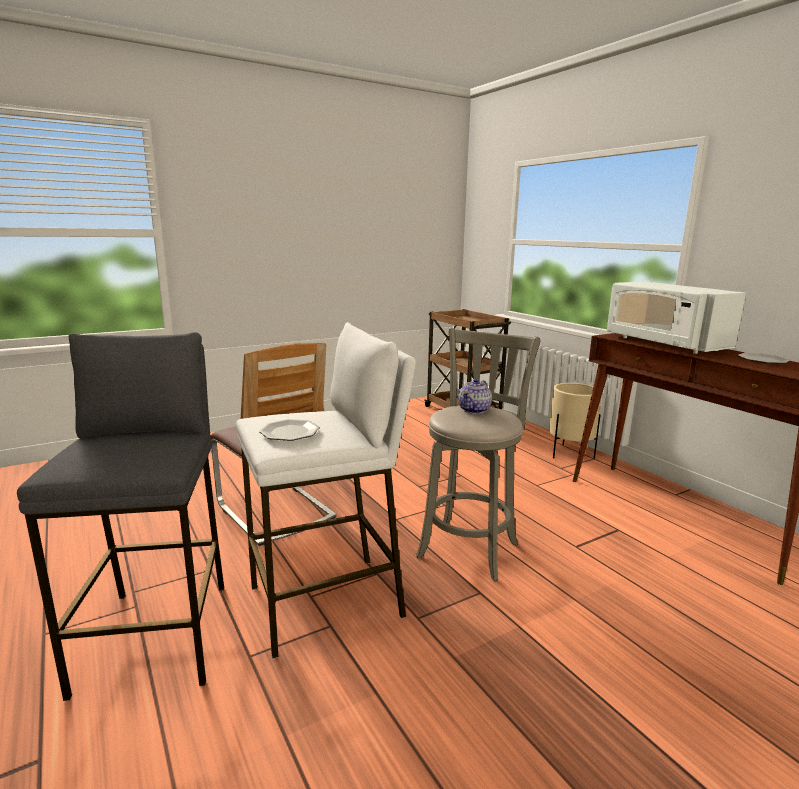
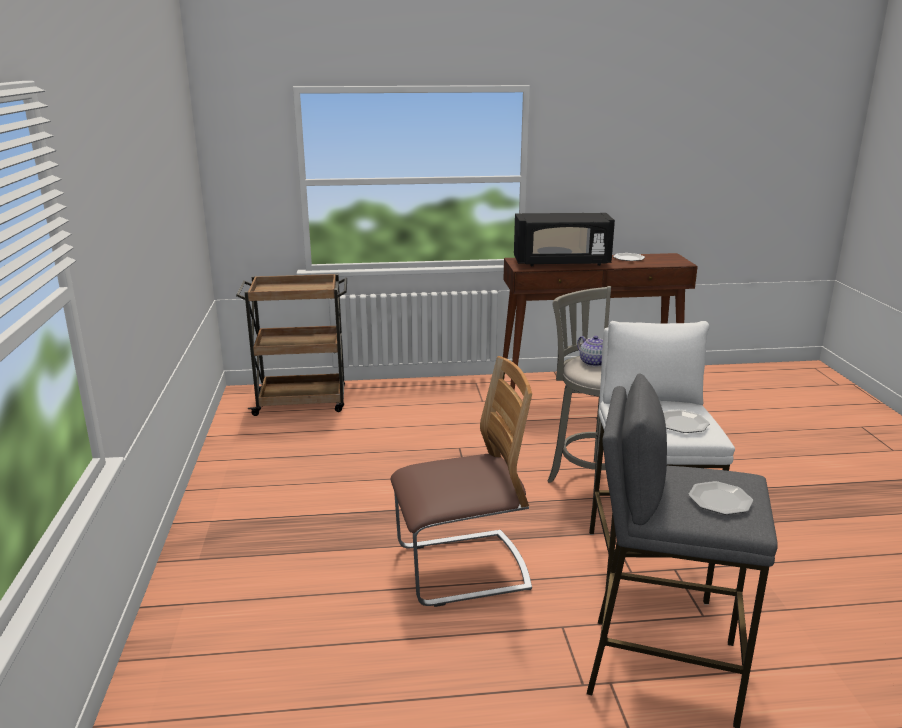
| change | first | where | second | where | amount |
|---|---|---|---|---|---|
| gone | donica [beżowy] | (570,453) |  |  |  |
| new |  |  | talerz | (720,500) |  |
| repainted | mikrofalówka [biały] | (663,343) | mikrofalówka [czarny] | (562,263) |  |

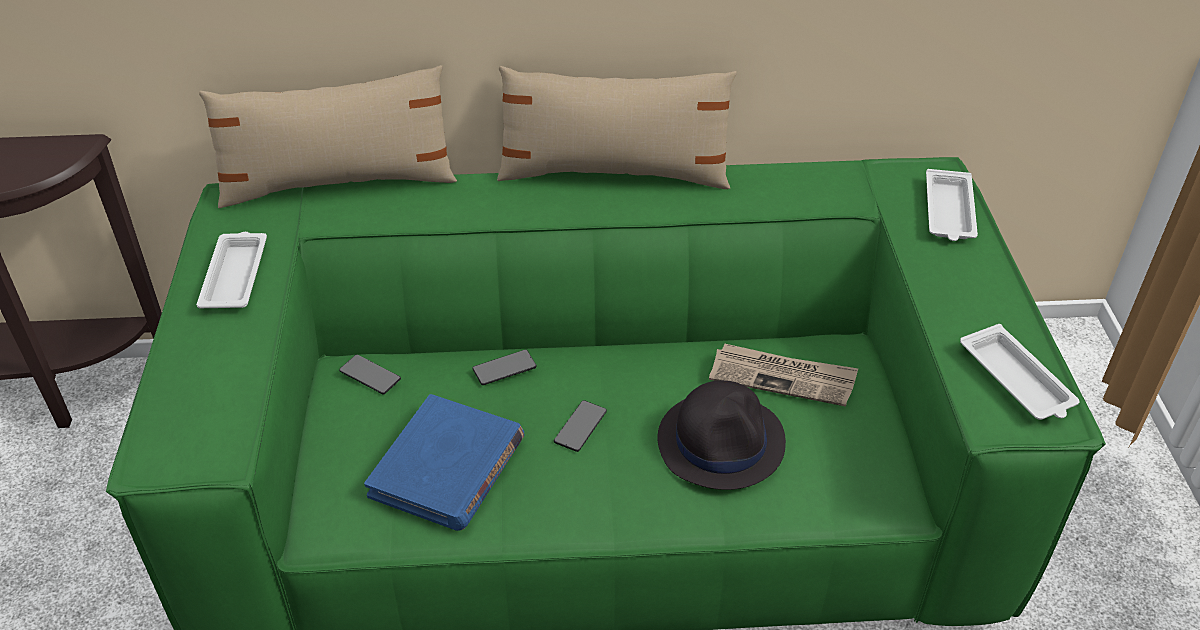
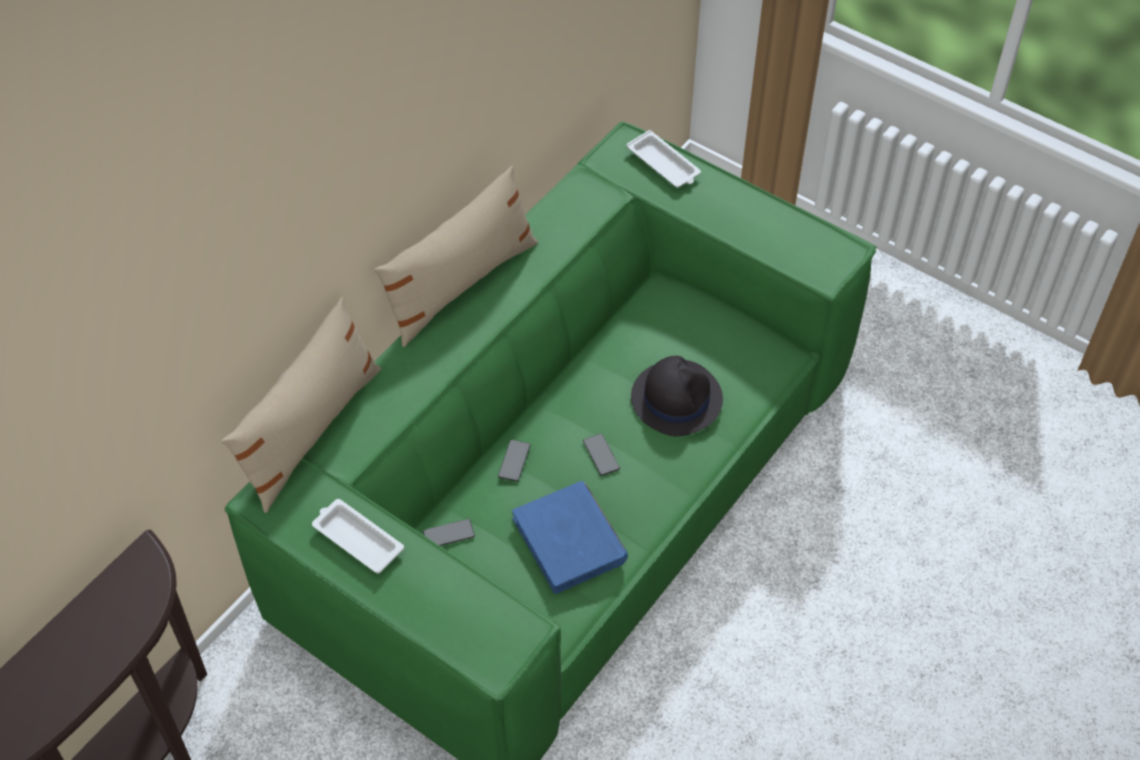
| change | first | where | second | where | amount |
|---|---|---|---|---|---|
| gone | gazeta | (783,377) |  |  |  |
| gone | taca [biały] | (1017,380) |  |  |  |

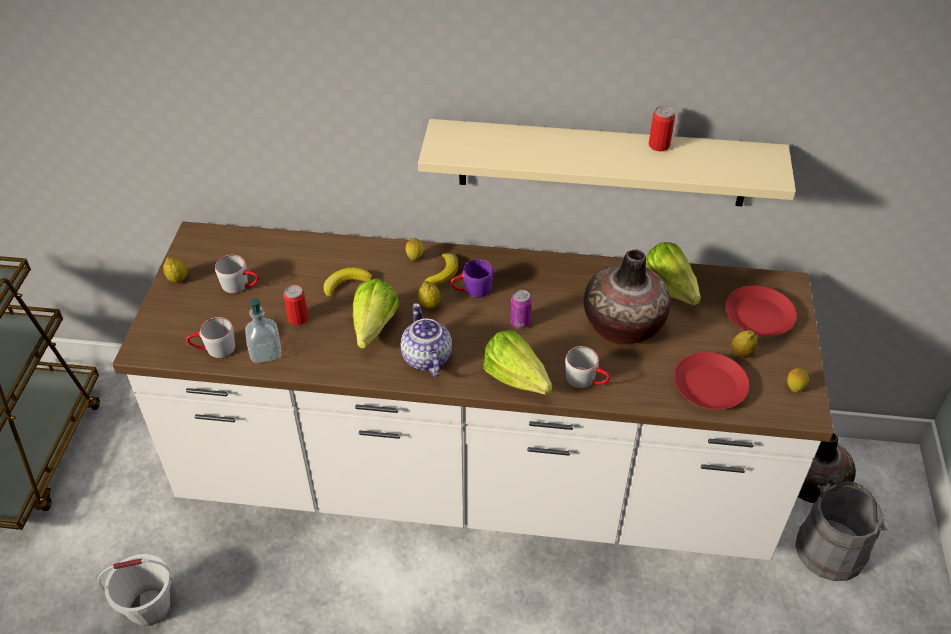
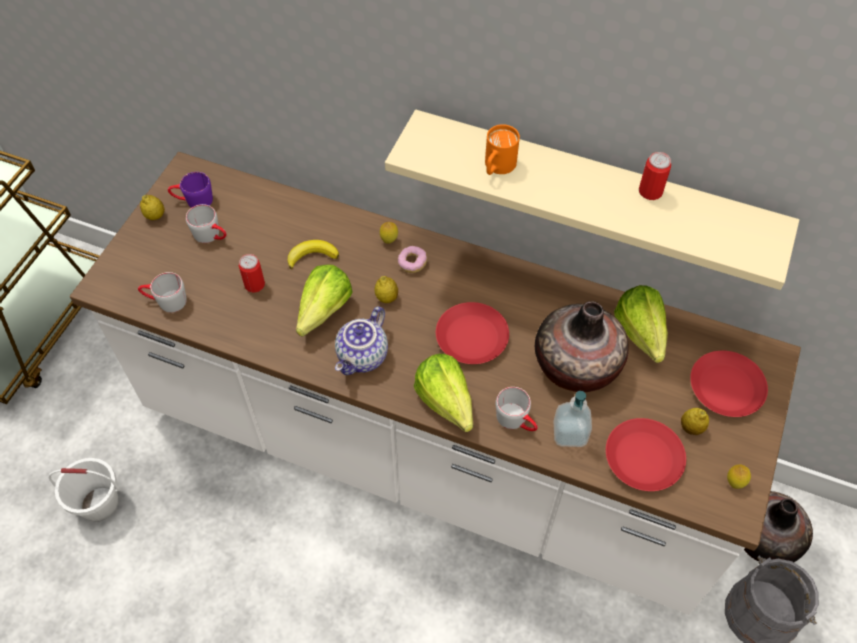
| change | first | where | second | where | amount |
|---|---|---|---|---|---|
| new |  |  | kubek [pomarańczowy] | (497,167) |  |
| shifted | dozownik mydła | (266,352) |  | (570,433) |  |
| shifted | kubek [fioletowy] | (471,290) |  | (193,201) |  |
| swapped | banan | (443,272) | donut | (412,263) |  |
| swapped | puszka | (520,322) | talerz [czerwony] | (471,338) |  |
| rotated | imbryk | (425,358) |  | (363,357) | 150 degrees counterclockwise |

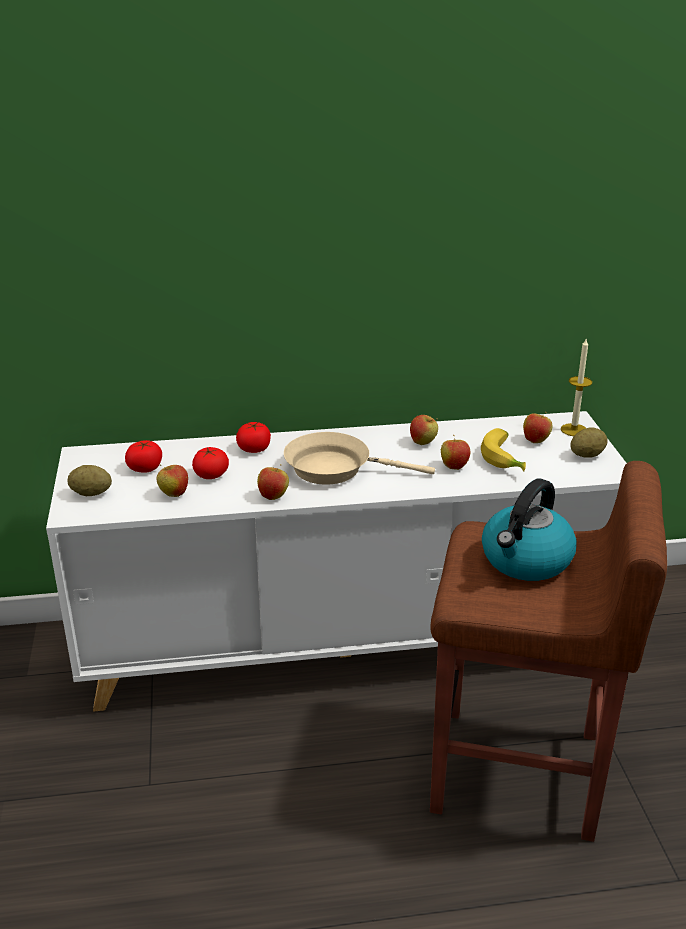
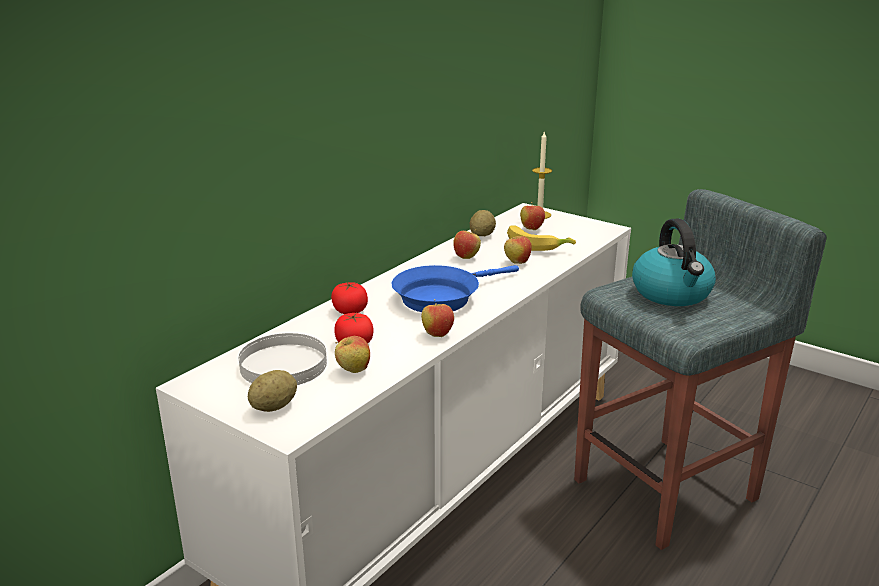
| change | first | where | second | where | amount |
|---|---|---|---|---|---|
| shifted | ziemniak | (587,455) |  | (482,235) |  |
| swapped | pomidor | (145,468) | talerz [biały] | (283,365) |  |
| repainted | patelnia [beżowy] | (335,468) | patelnia [niebieski] | (442,297) |  |
| repainted | stołek [brązowy] | (519,773) | stołek [szary] | (667,488) |  |

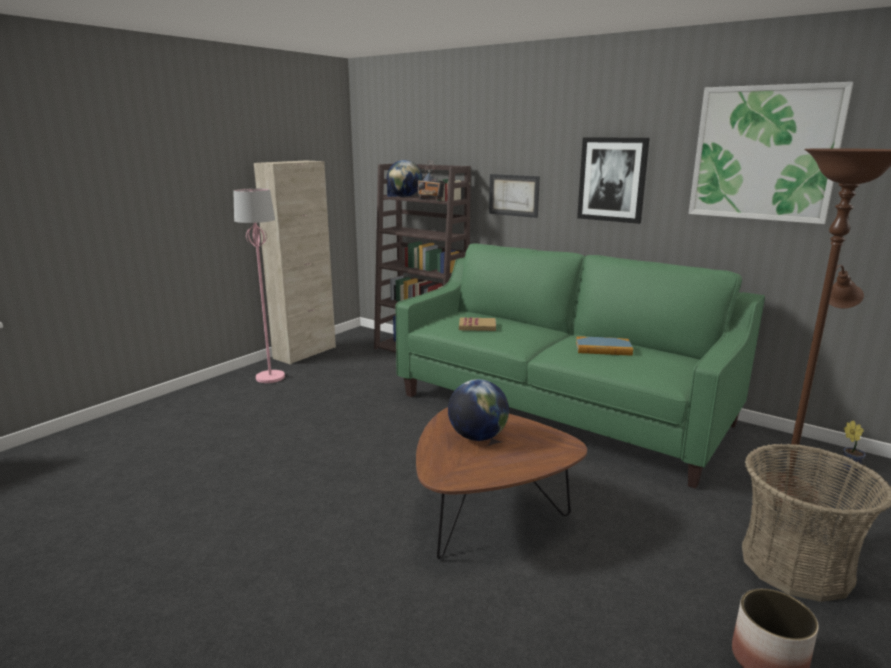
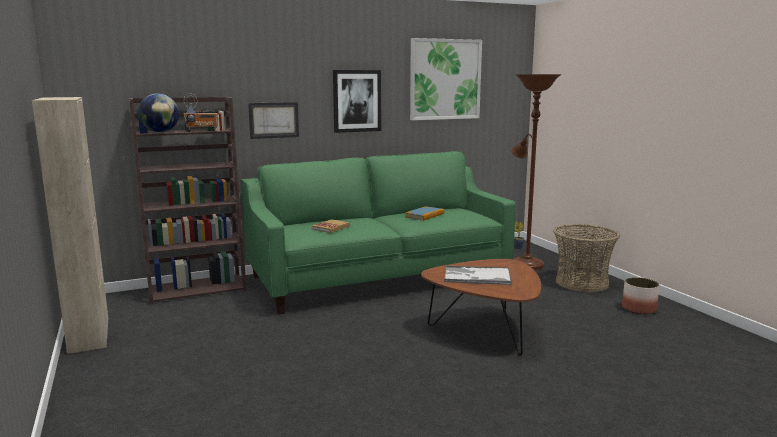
| change | first | where | second | where | amount |
|---|---|---|---|---|---|
| gone | lampa stojąca [różowy] | (270,377) |  |  |  |
| swapped | globus | (477,437) | taca | (476,276) |  |

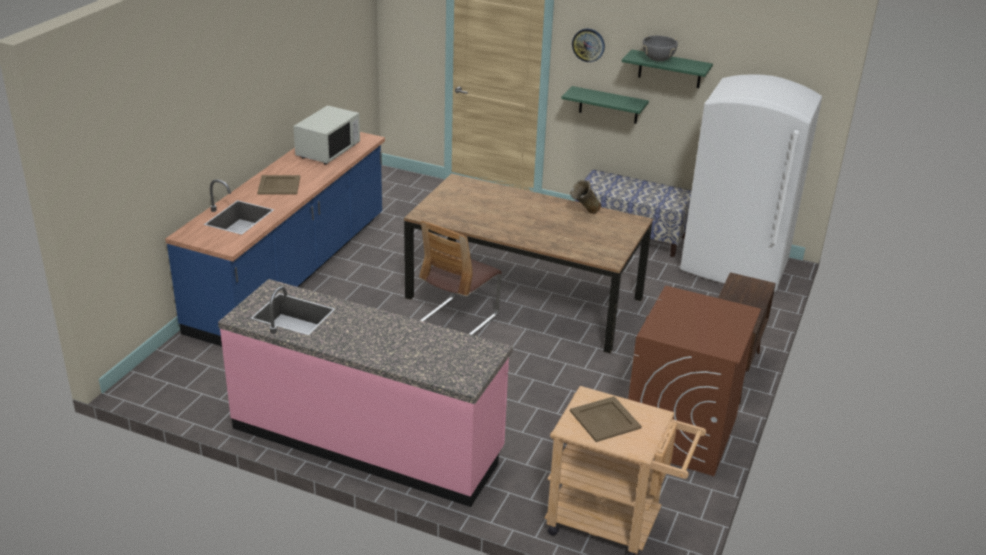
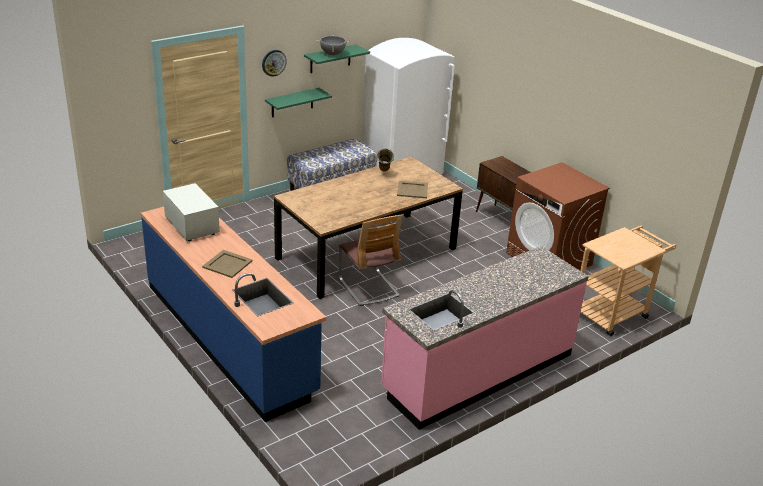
| change | first | where | second | where | amount |
|---|---|---|---|---|---|
| shifted | taca [beżowy] | (604,419) |  | (412,190) |  |

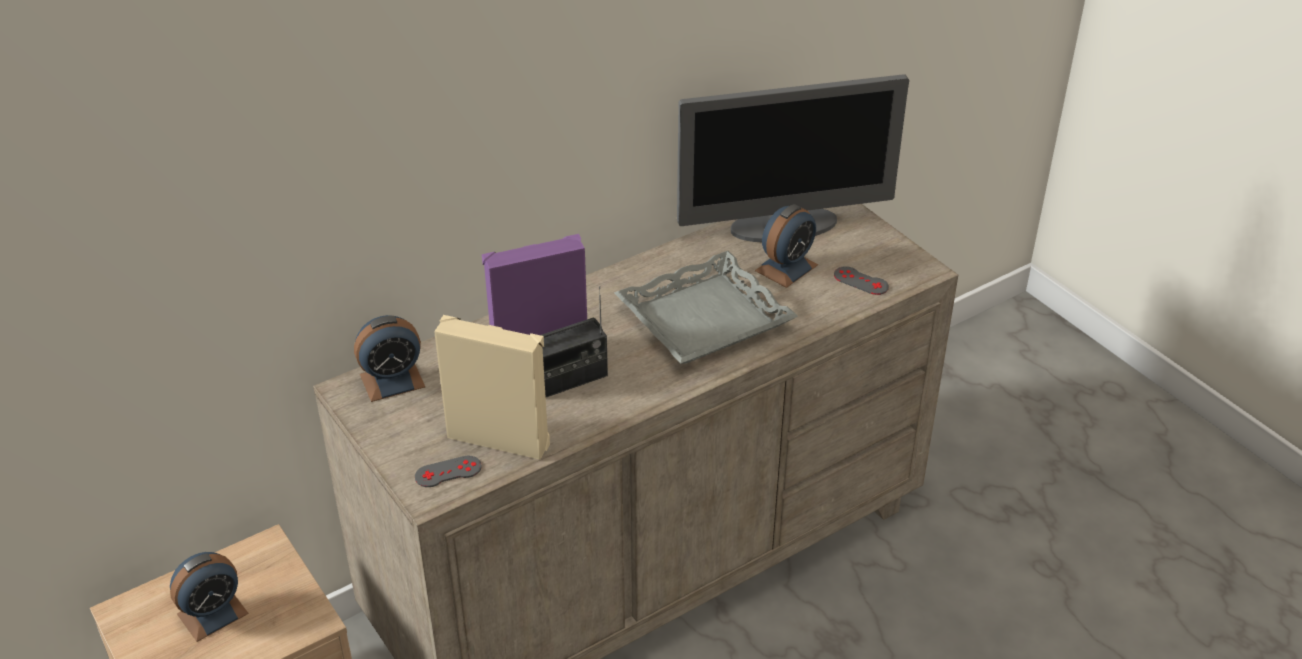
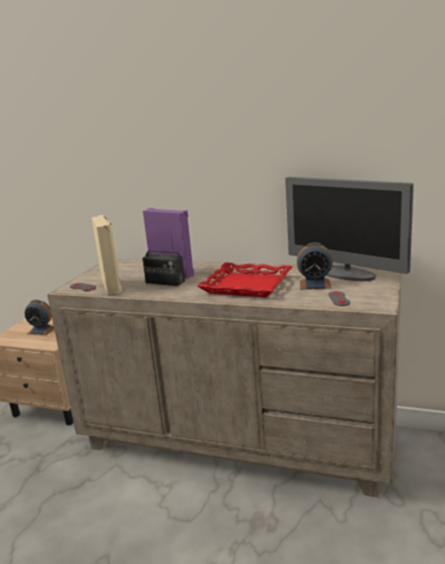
| change | first | where | second | where | amount |
|---|---|---|---|---|---|
| gone | budzik | (392,380) |  |  |  |
| repainted | taca [szary] | (705,319) | taca [czerwony] | (246,286) |  |

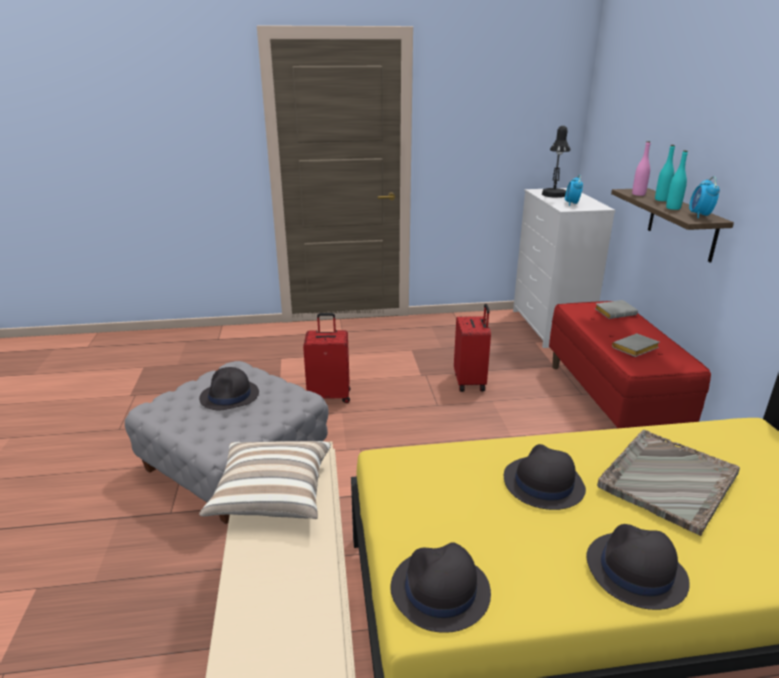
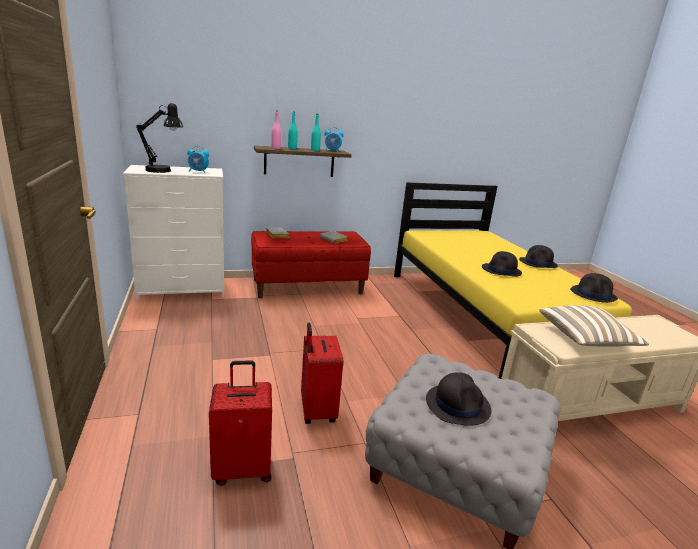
| change | first | where | second | where | amount |
|---|---|---|---|---|---|
| gone | taca [szary] | (667,481) |  |  |  |
| shifted | walizka [czerwony] | (470,382) |  | (243,469) |  |

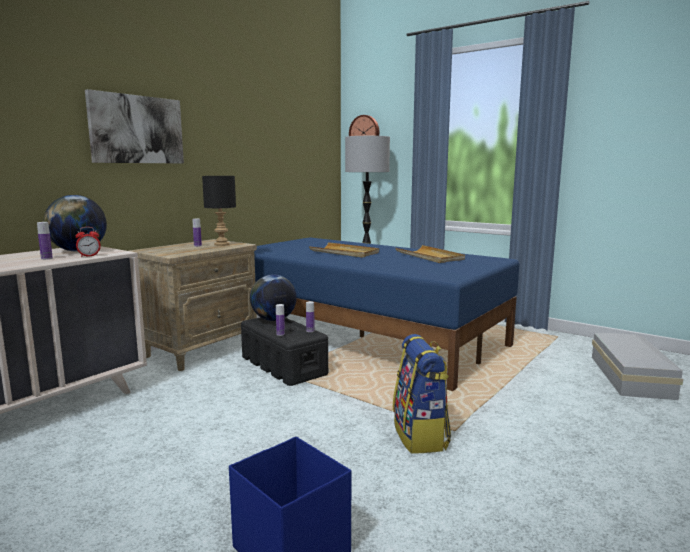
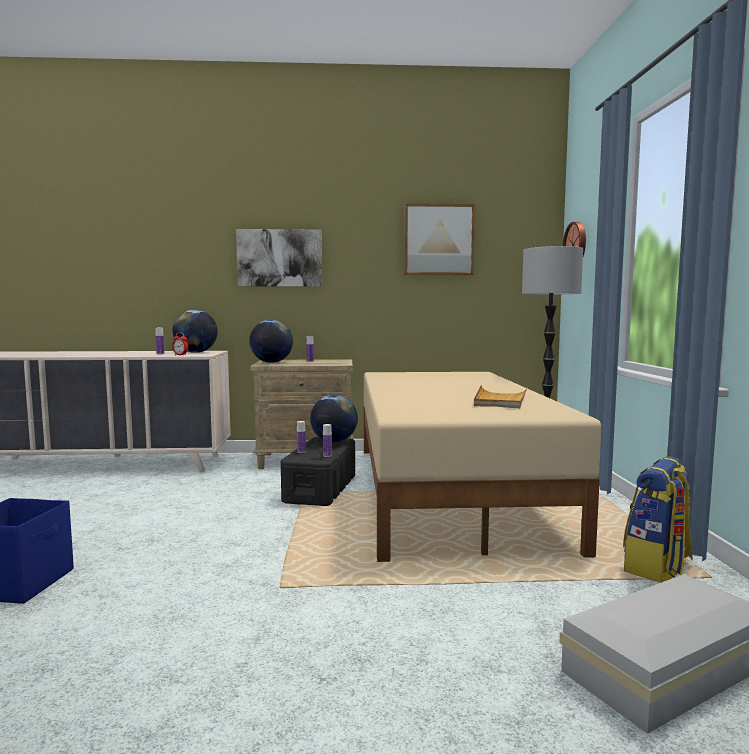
| change | first | where | second | where | amount |
|---|---|---|---|---|---|
| gone | lampa stołowa [czarny] | (221,244) |  |  |  |
| gone | taca [beżowy] | (344,252) |  |  |  |
| new |  |  | globus | (271,362) |  |
| new |  |  | obraz | (438,240) |  |
| shifted | plecak | (421,436) |  | (657,567) |  |
| repainted | łóżko [niebieski] | (363,336) | łóżko [beżowy] | (449,490) |  |

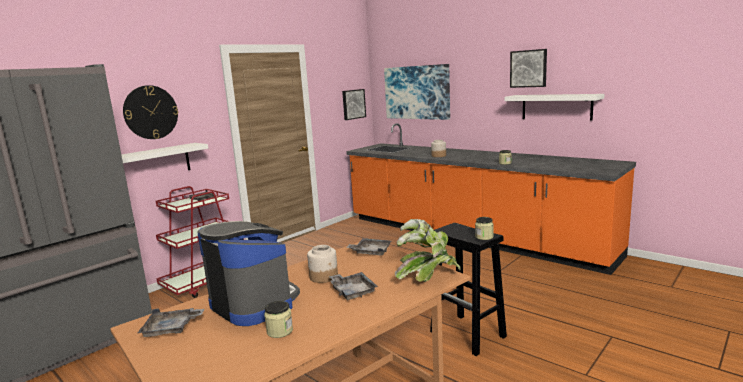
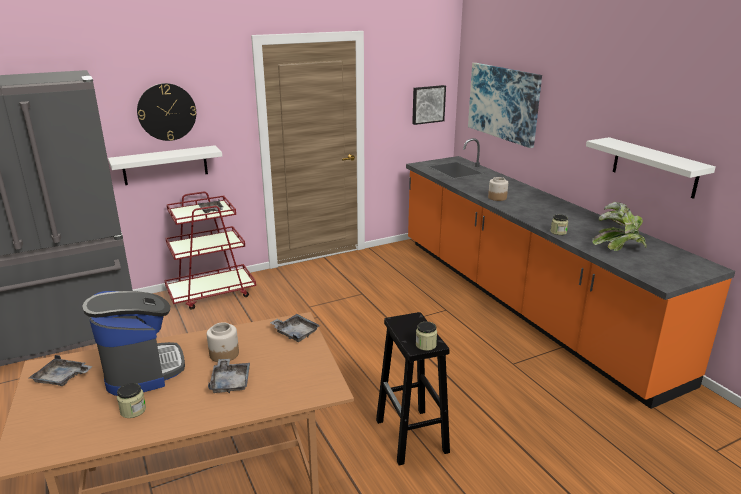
| change | first | where | second | where | amount |
|---|---|---|---|---|---|
| gone | obraz | (528,68) |  |  |  |
| shifted | roślina doniczkowa | (428,277) |  | (618,248) |  |

